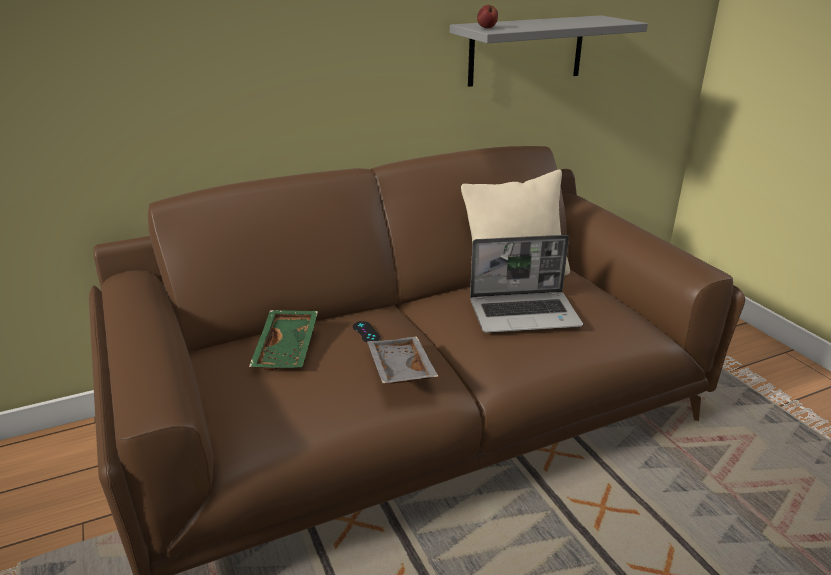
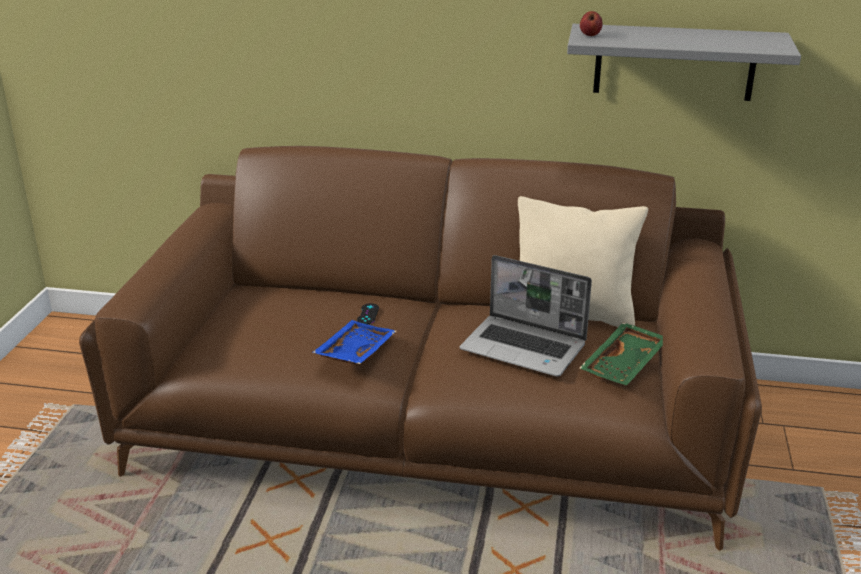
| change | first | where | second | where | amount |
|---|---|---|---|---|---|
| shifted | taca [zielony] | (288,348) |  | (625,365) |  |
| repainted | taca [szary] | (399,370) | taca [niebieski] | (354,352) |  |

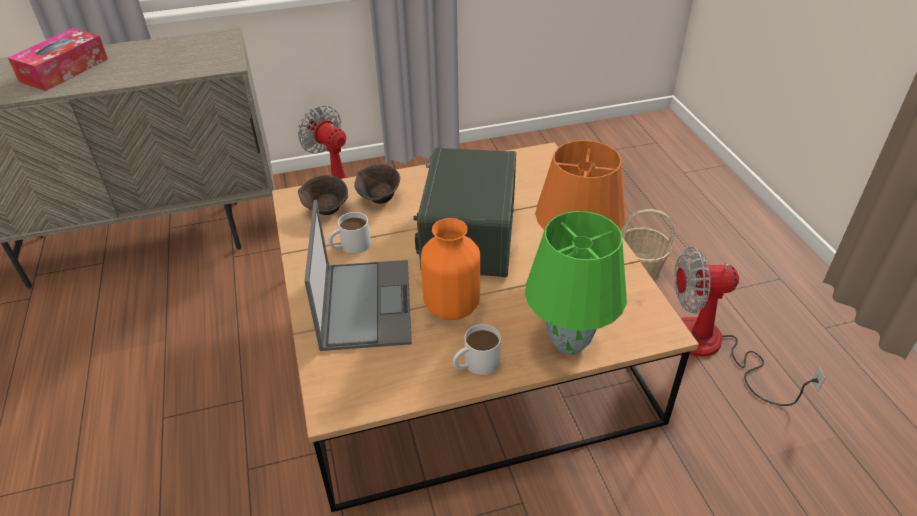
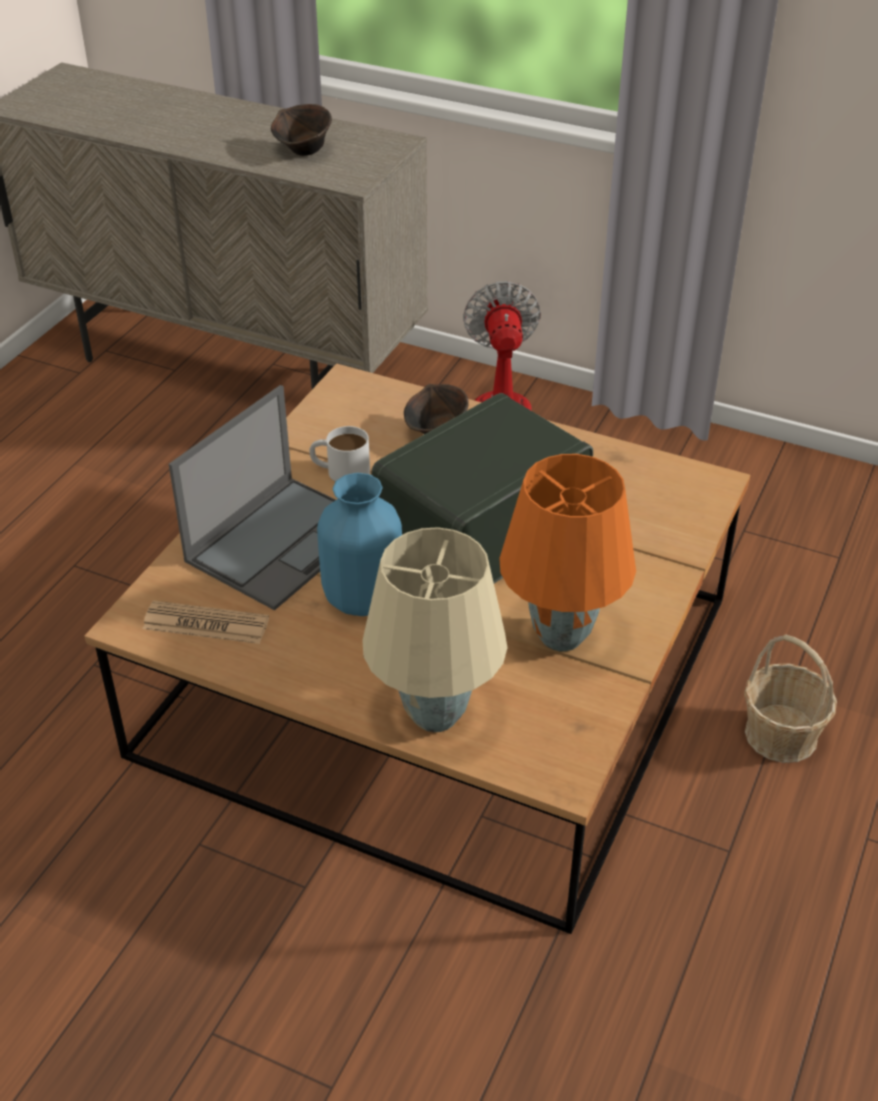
| change | first | where | second | where | amount |
|---|---|---|---|---|---|
| gone | pudełko chusteczek | (64,70) |  |  |  |
| gone | kubek [biały] | (475,364) |  |  |  |
| gone | wentylator | (712,349) |  |  |  |
| new |  |  | gazeta | (206,624) |  |
| shifted | miska [brązowy] | (327,210) |  | (304,151) |  |
| repainted | wazon [pomarańczowy] | (452,307) | wazon [niebieski] | (362,598) |  |
| repainted | lampa stołowa [zielony] | (567,343) | lampa stołowa [beżowy] | (433,715) |  |

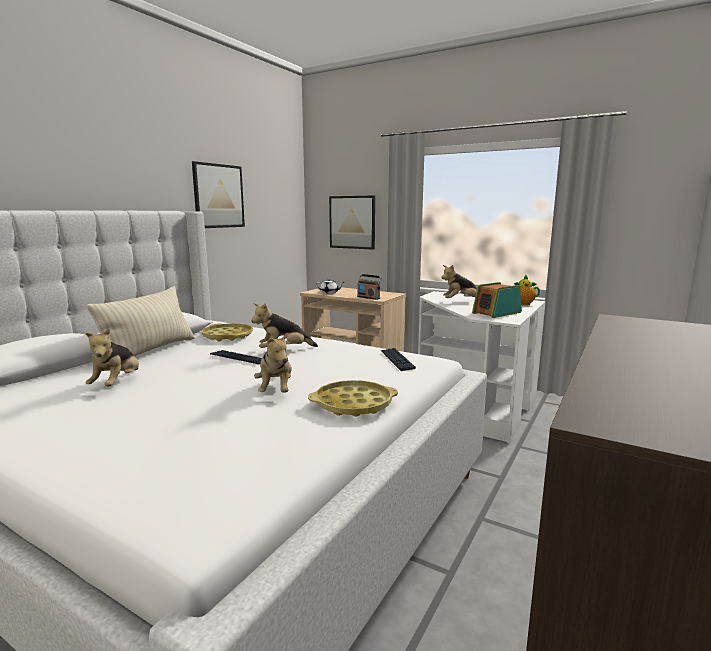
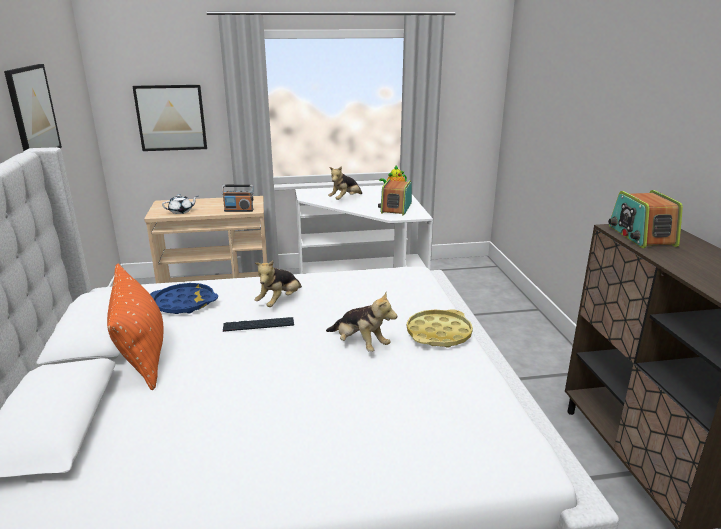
| change | first | where | second | where | amount |
|---|---|---|---|---|---|
| gone | pluszak | (117,383) |  |  |  |
| gone | klawiatura | (397,360) |  |  |  |
| new |  |  | radio | (641,236) |  |
| repainted | poduszka [beżowy] | (150,351) | poduszka [pomarańczowy] | (141,353) |  |
| repainted | taca [żółty] | (227,336) | taca [niebieski] | (184,303) |  |

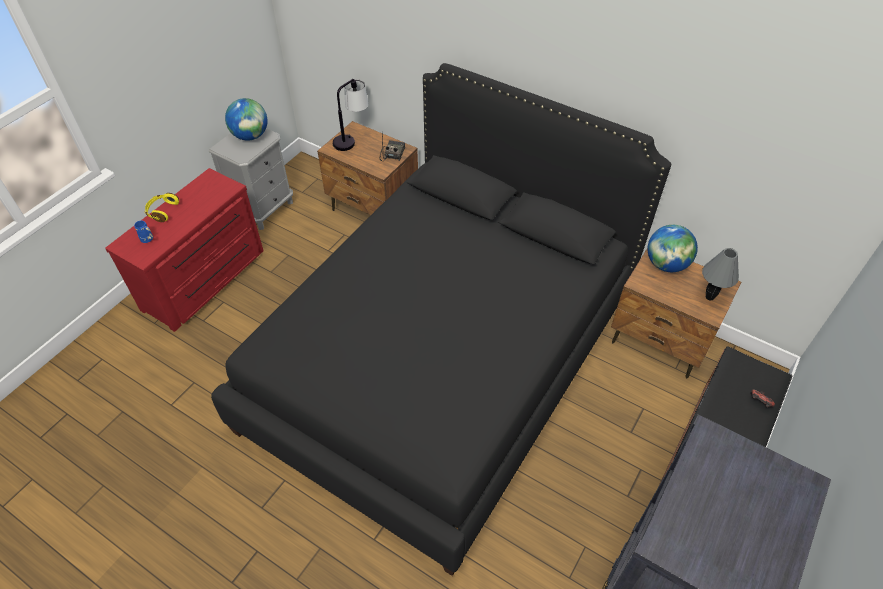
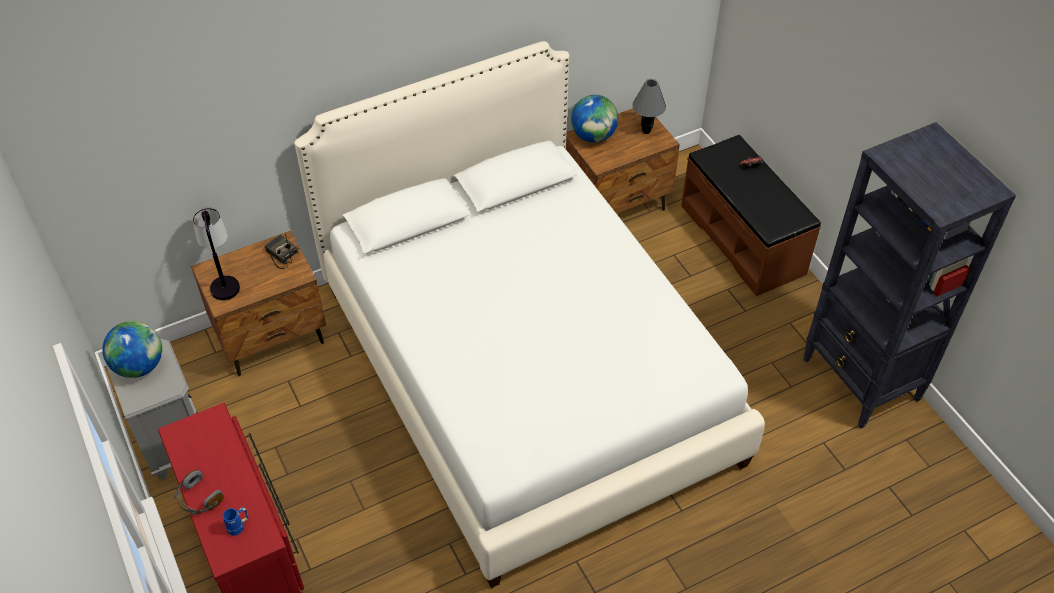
| change | first | where | second | where | amount |
|---|---|---|---|---|---|
| repainted | słuchawki [żółty] | (162,211) | słuchawki [szary] | (198,499) |  |
| repainted | łóżko [czarny] | (442,362) | łóżko [biały] | (527,372) |  |

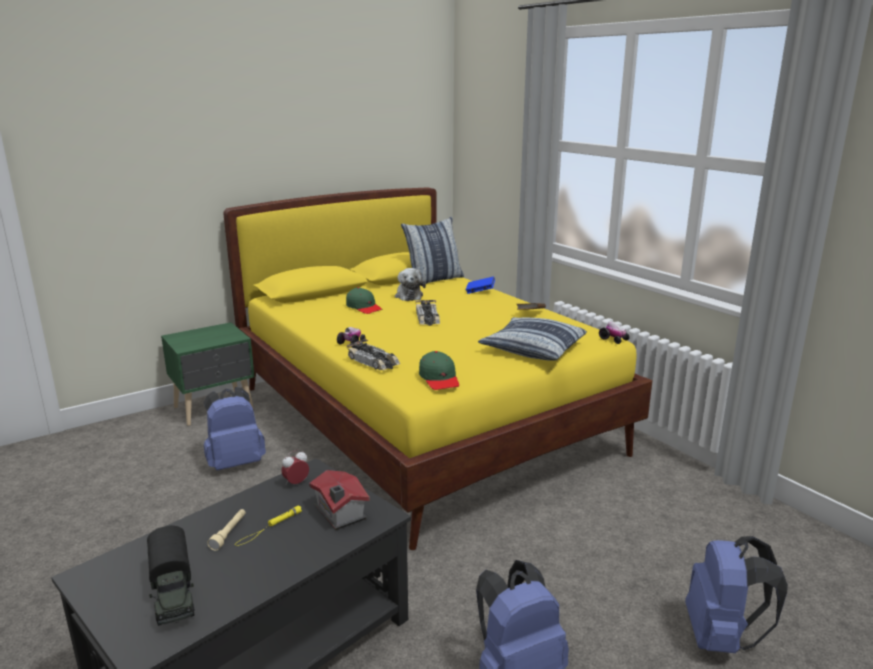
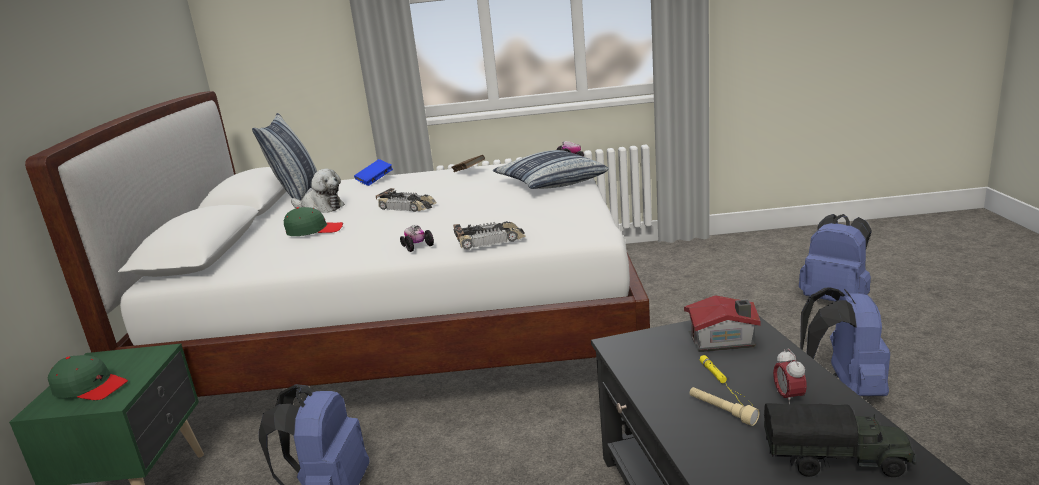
| change | first | where | second | where | amount |
|---|---|---|---|---|---|
| shifted | budzik | (296,483) |  | (788,398) |  |
| shifted | czapka z daszkiem [zielony] | (439,378) |  | (90,387) |  |
| repainted | łóżko [żółty] | (423,419) | łóżko [biały] | (411,337) |  |

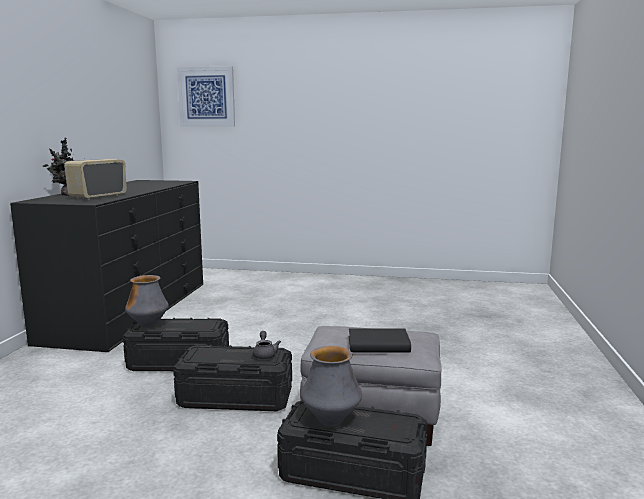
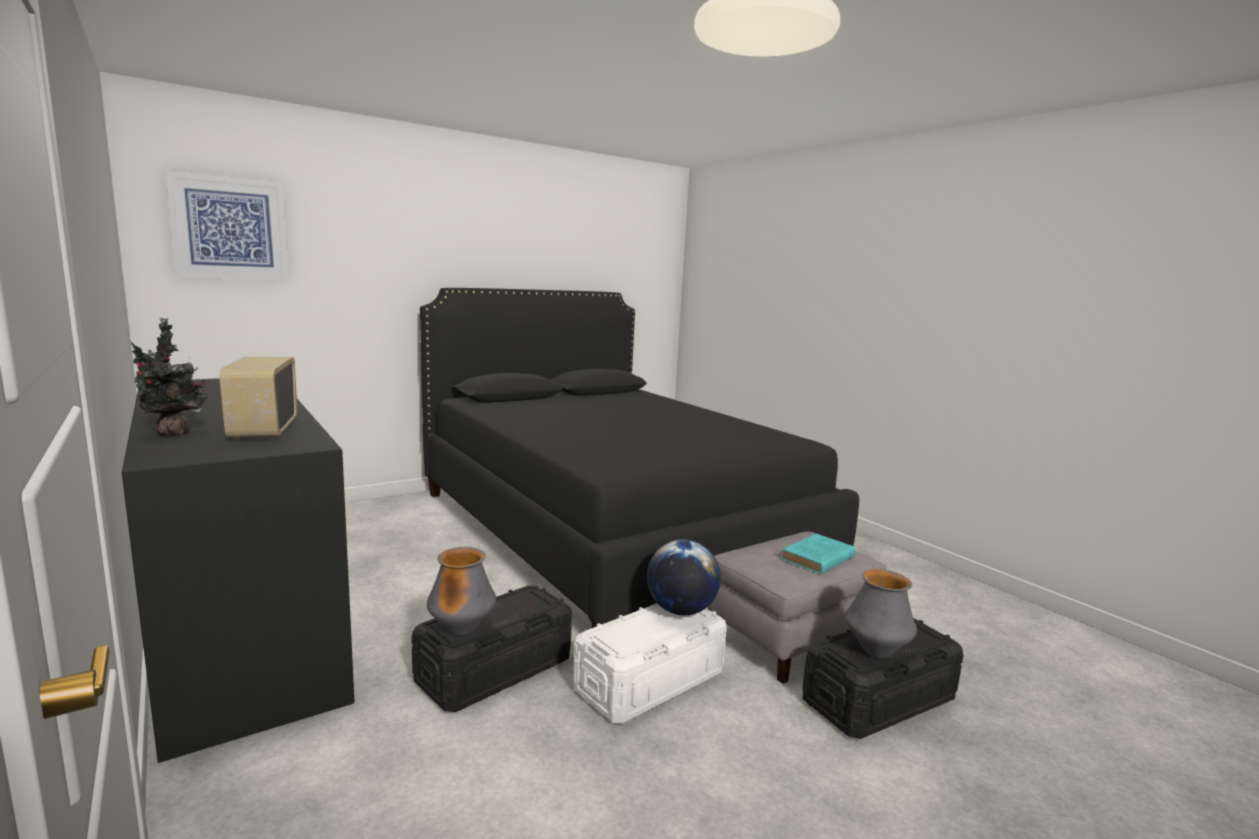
| change | first | where | second | where | amount |
|---|---|---|---|---|---|
| new |  |  | łóżko [czarny] | (613,528) |  |
| swapped | imbryk [szary] | (265,354) | globus | (681,610) |  |
| repainted | pojemnik do przechowywania [czarny] | (235,397) | pojemnik do przechowywania [biały] | (649,681) |  |
| repainted | książka [czarny] | (376,345) | książka [turkusowy] | (816,558) |  |

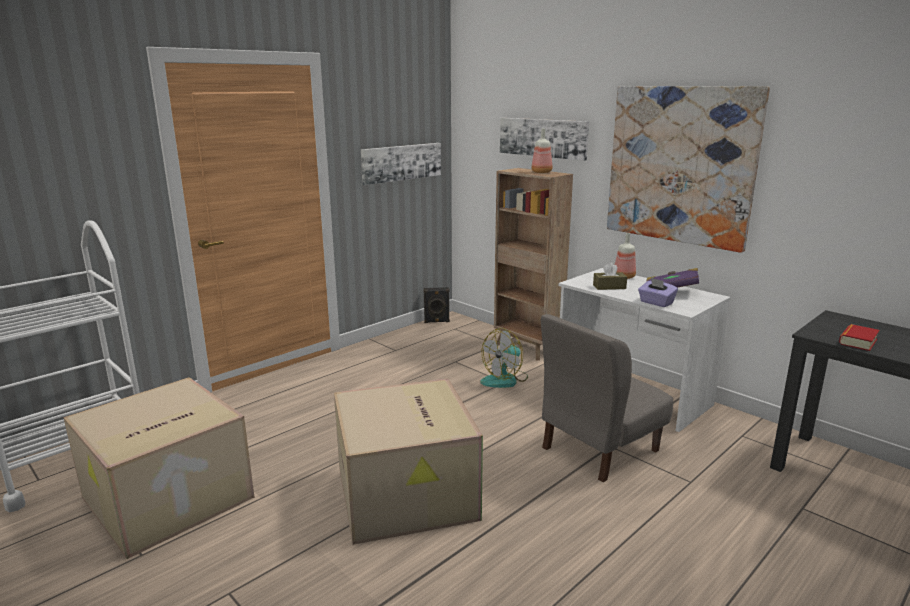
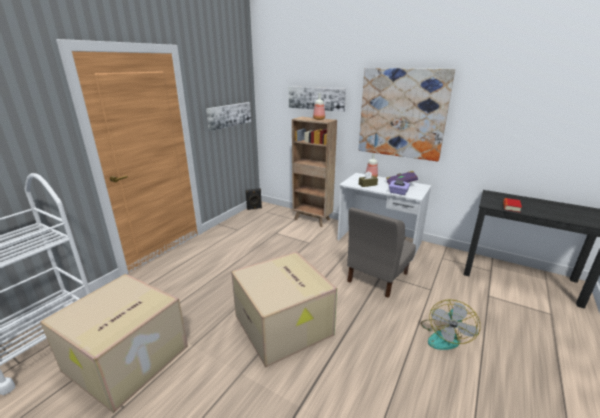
| change | first | where | second | where | amount |
|---|---|---|---|---|---|
| shifted | wentylator | (505,379) |  | (444,336) |  |

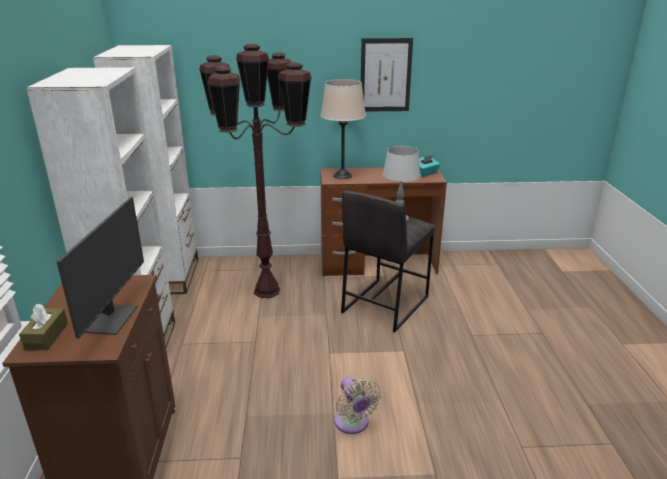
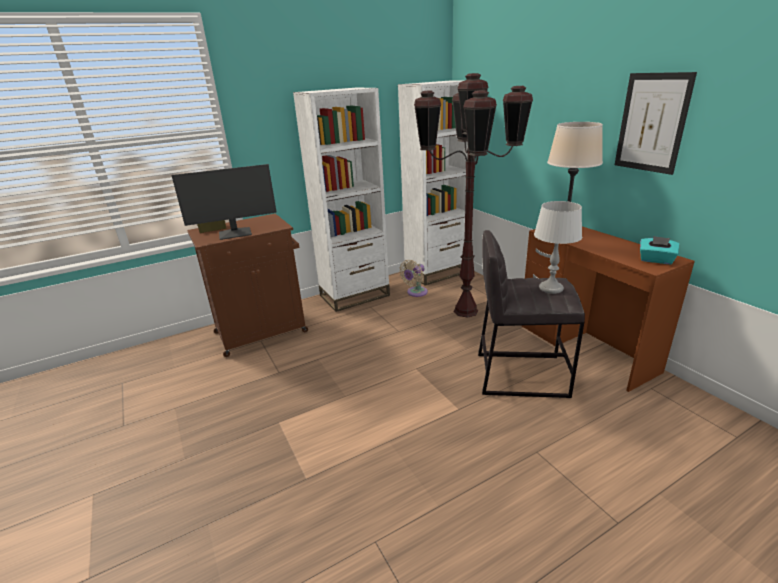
| change | first | where | second | where | amount |
|---|---|---|---|---|---|
| shifted | wentylator [beżowy] | (353,424) |  | (415,293) |  |

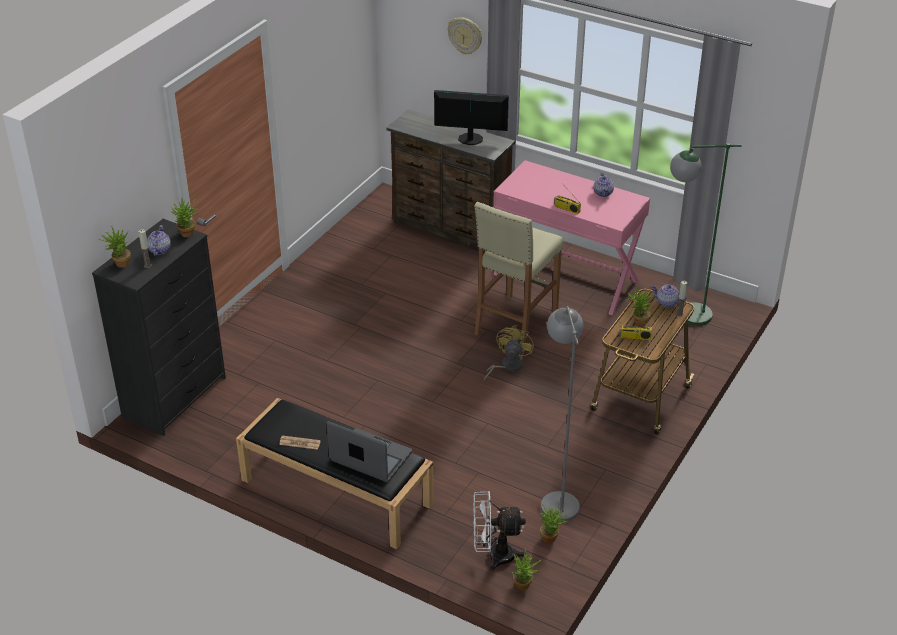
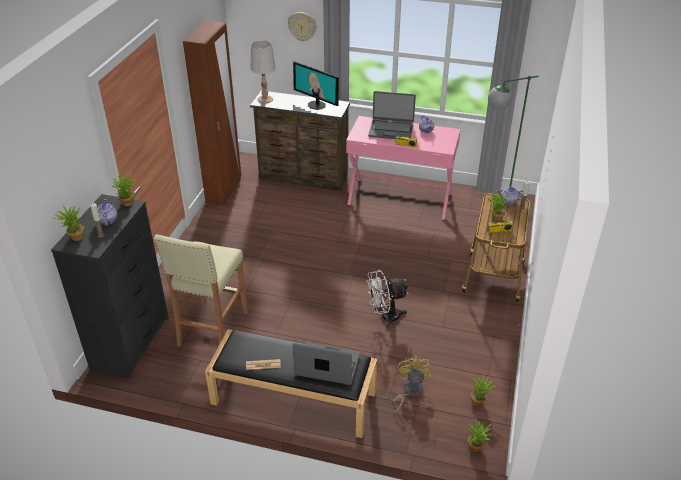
| change | first | where | second | where | amount |
|---|---|---|---|---|---|
| gone | lampa stojąca [szary] | (557,497) |  |  |  |
| new |  |  | szafa [brązowy] | (224,191) |  |
| new |  |  | lampa stołowa [biały] | (265,99) |  |
| new |  |  | laptop | (391,130) |  |
| shifted | wentylator [biały] | (494,556) |  | (385,317) |  |
| shifted | stołek [beżowy] | (515,324) |  | (212,329) |  |
| shifted | wentylator [żółty] | (508,366) |  | (409,391) |  |
| rotated | monitor | (470,139) |  | (317,105) | 135 degrees counterclockwise |

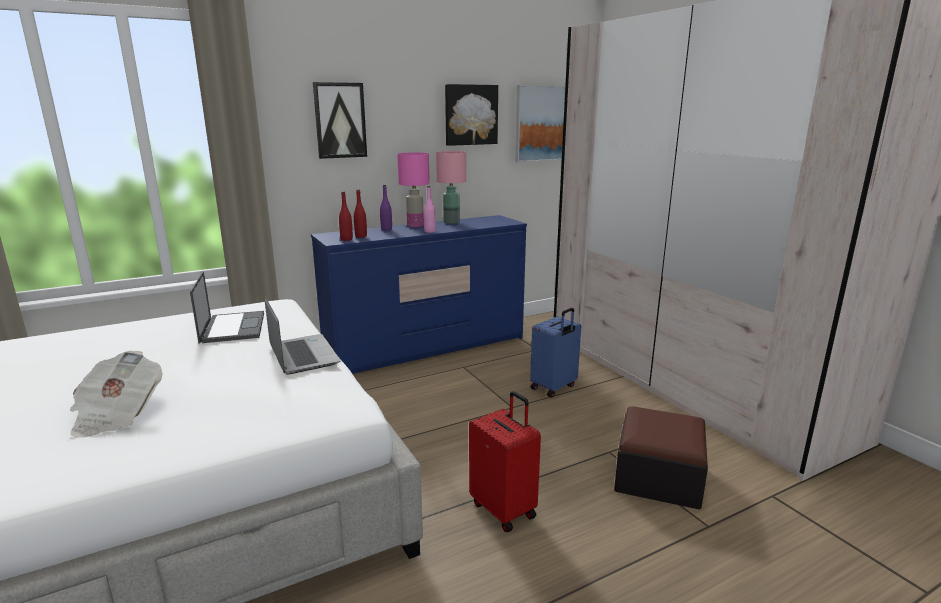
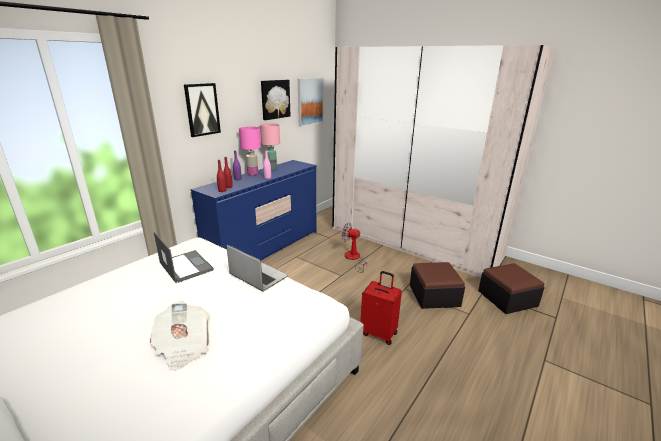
| change | first | where | second | where | amount |
|---|---|---|---|---|---|
| new |  |  | pufa | (507,298) |  |
| swapped | walizka [niebieski] | (554,387) | wentylator | (354,259) |  |

